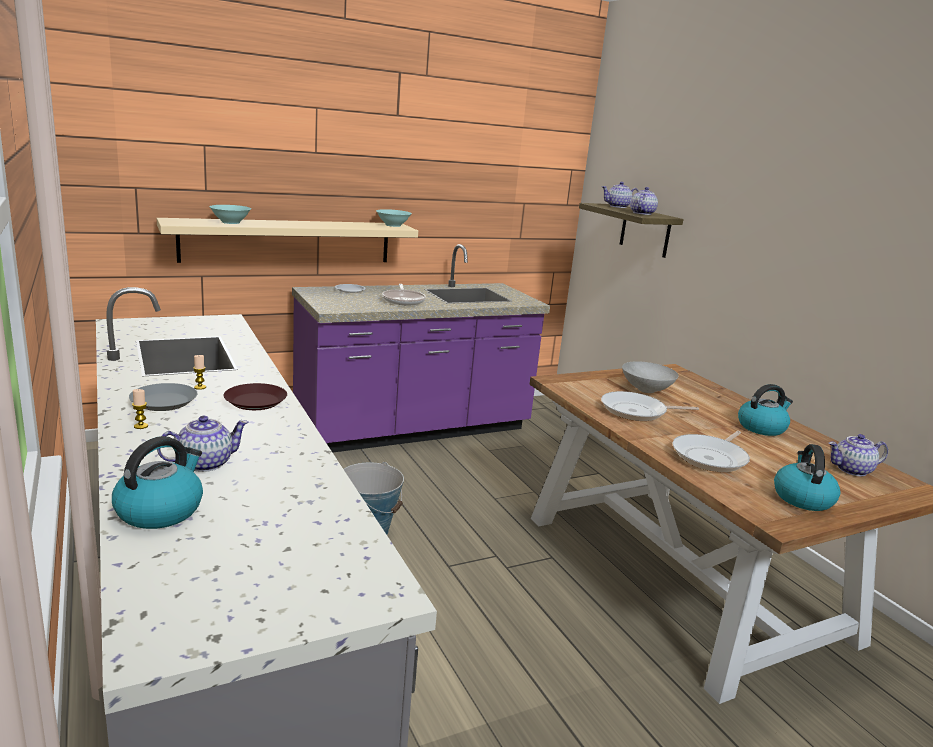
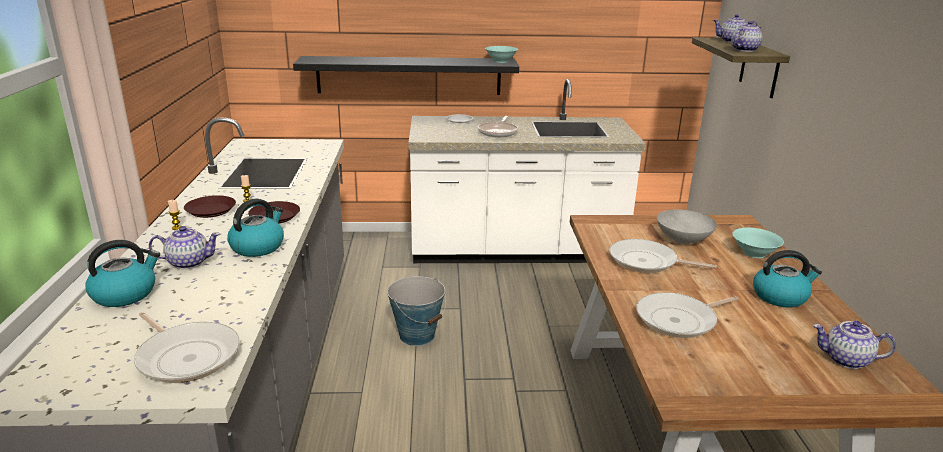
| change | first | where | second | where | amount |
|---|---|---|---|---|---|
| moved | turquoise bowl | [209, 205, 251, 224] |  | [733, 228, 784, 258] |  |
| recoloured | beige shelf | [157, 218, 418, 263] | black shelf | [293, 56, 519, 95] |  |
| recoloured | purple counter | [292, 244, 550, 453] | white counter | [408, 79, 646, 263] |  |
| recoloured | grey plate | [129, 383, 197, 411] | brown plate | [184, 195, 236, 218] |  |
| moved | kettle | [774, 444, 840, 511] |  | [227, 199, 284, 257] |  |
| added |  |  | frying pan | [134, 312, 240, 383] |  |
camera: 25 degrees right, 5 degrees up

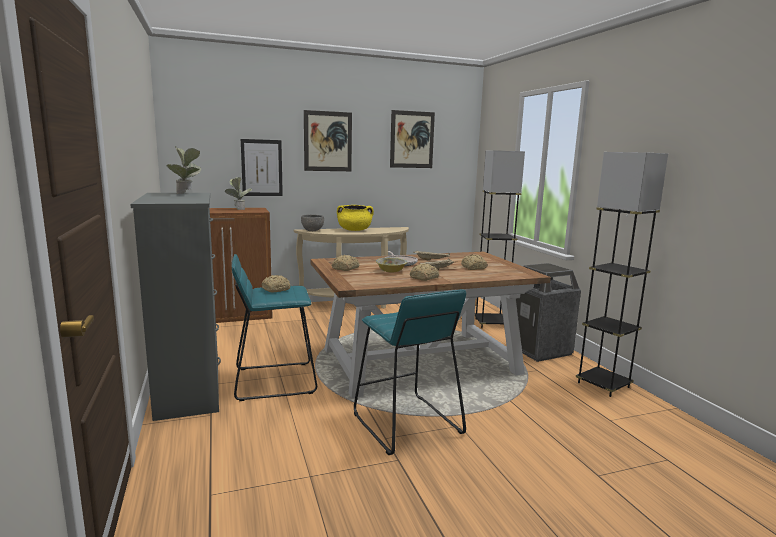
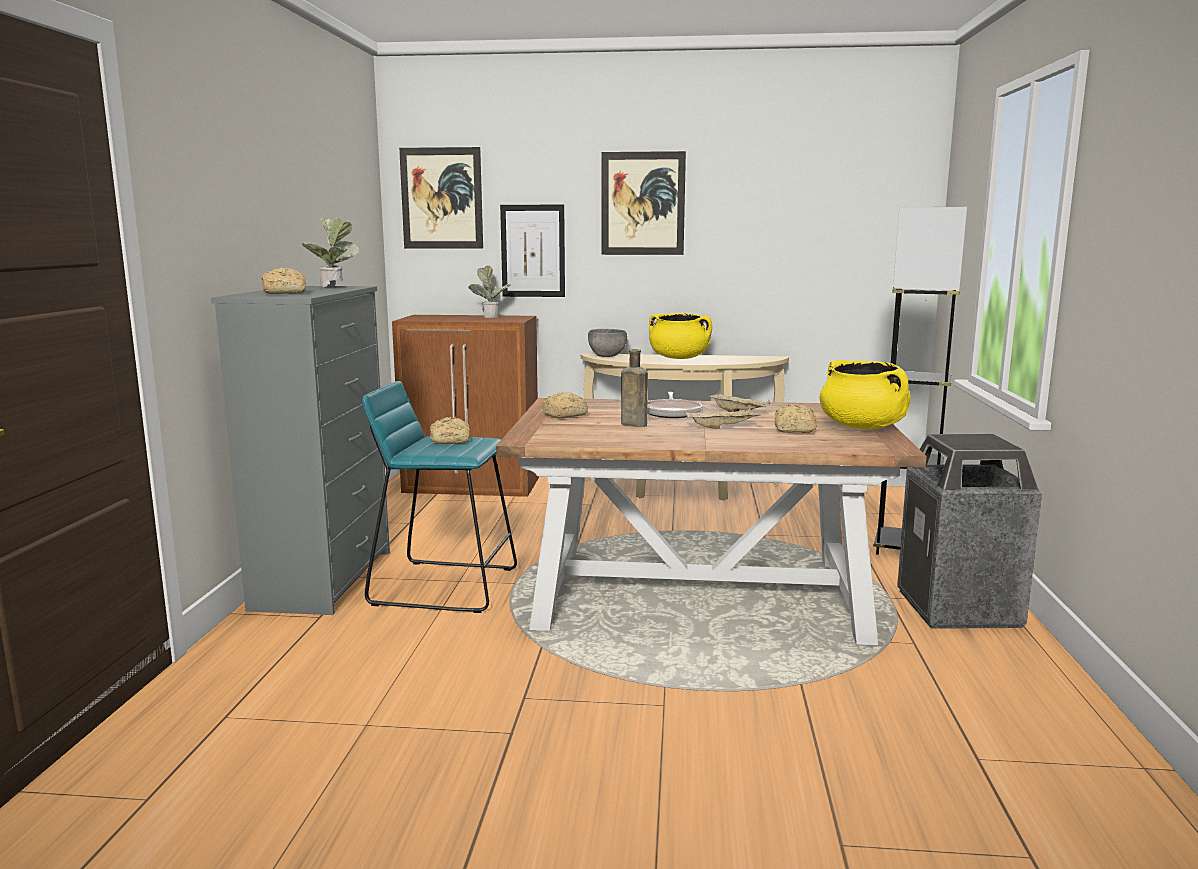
| change | first | where | second | where | amount |
|---|---|---|---|---|---|
| moved | picture | [390, 110, 435, 168] |  | [399, 147, 483, 249] |  |
| removed | grey floor lamp | [576, 152, 668, 397] |  |  |  |
| replaced | bowl | [376, 257, 407, 273] | brown bottle | [621, 349, 648, 427] |  |
| moved | bread | [410, 263, 439, 281] |  | [261, 268, 306, 294] |  |
| removed | turquoise stool | [354, 289, 466, 455] |  |  |  |
| added |  |  | yellow cooking pot | [820, 360, 911, 429] |  |
camera: 25 degrees right, 0 degrees up

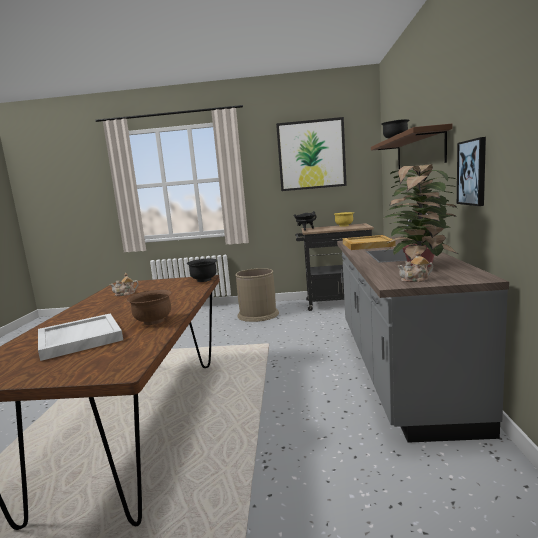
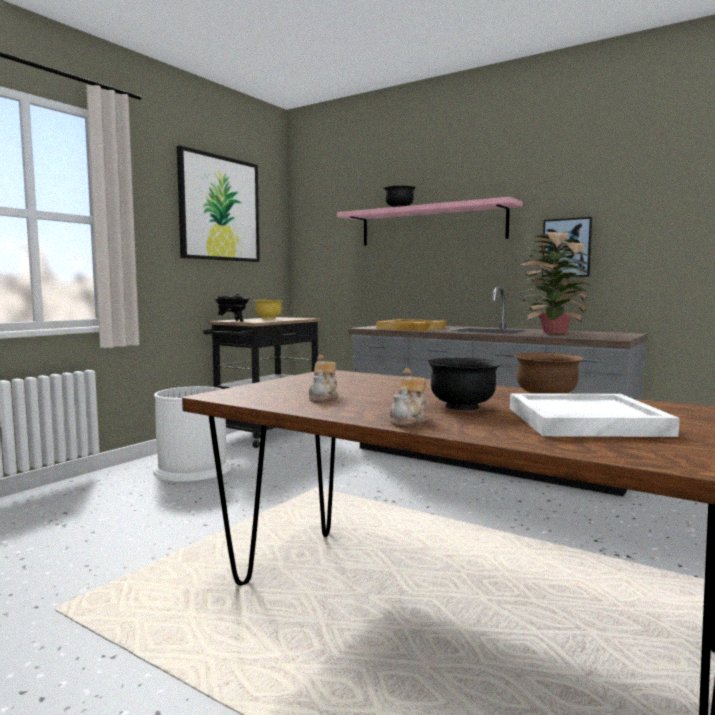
| change | first | where | second | where | amount |
|---|---|---|---|---|---|
| recoloured | brown shelf | [371, 124, 452, 169] | pink shelf | [337, 197, 523, 246] |  |
| moved | teapot | [398, 251, 433, 282] |  | [390, 368, 428, 425] |  |
| moved | black bowl | [187, 259, 218, 282] |  | [427, 358, 502, 410] |  |
| recoloured | brown trash can | [235, 268, 279, 322] | white trash can | [153, 386, 231, 482] |  |
camera: 60 degrees left, 5 degrees down

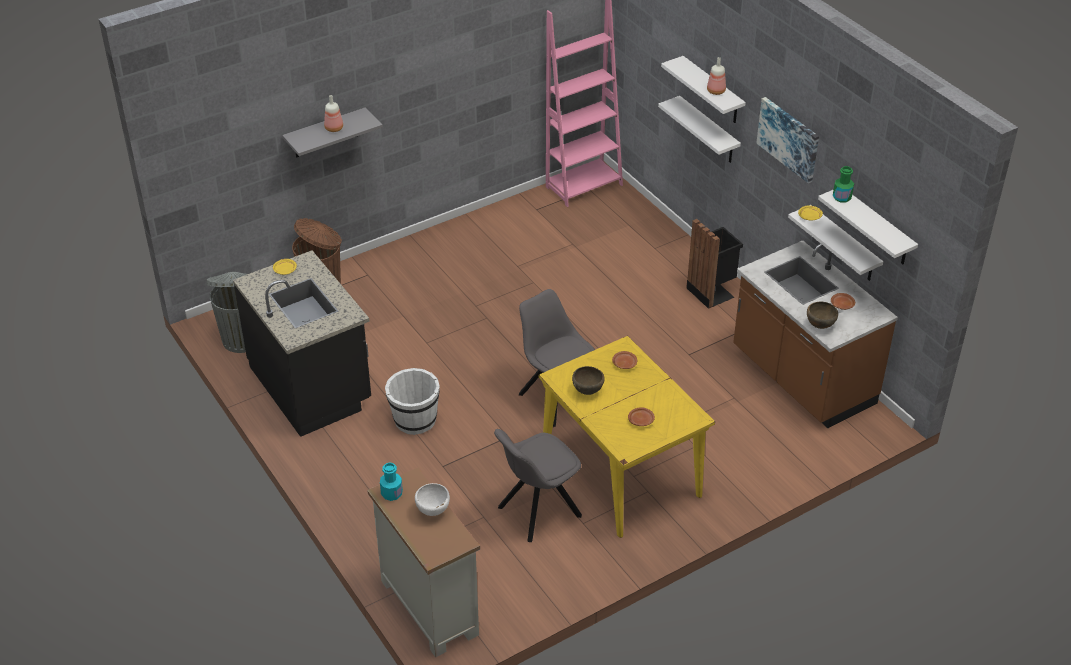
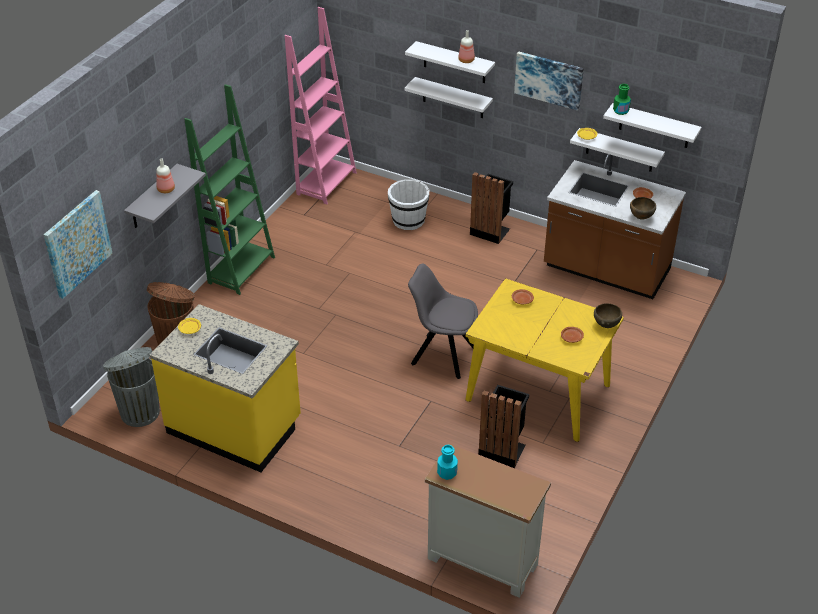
| change | first | where | second | where | amount |
|---|---|---|---|---|---|
| recoloured | black counter | [233, 251, 371, 437] | yellow counter | [150, 304, 301, 472] |  |
| moved | brown bowl | [572, 366, 605, 395] |  | [594, 303, 622, 328] |  |
| moved | white bucket | [385, 368, 440, 435] |  | [388, 179, 429, 230] |  |
| replaced | grey chair | [494, 429, 582, 542] | black trash can | [478, 385, 529, 468] |  |
| removed | white bowl | [415, 483, 450, 516] |  |  |  |
| added |  |  | green bookcase | [184, 84, 275, 295] |  |
| added |  |  | picture | [44, 190, 113, 299] |  |
camera: 30 degrees left, 0 degrees up

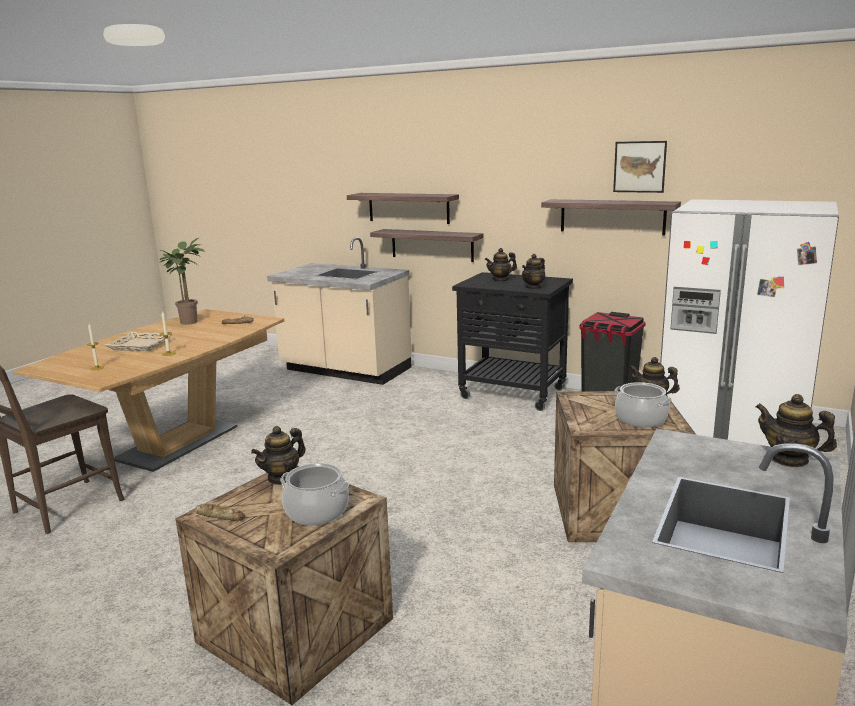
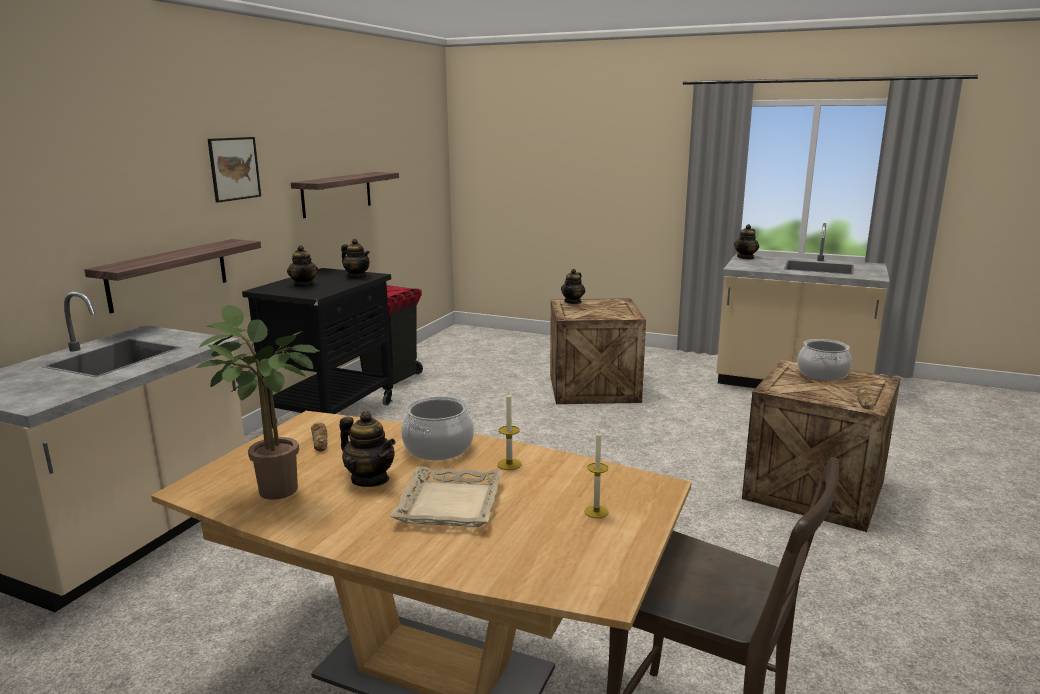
| change | first | where | second | where | amount |
|---|---|---|---|---|---|
| moved | picture | [613, 141, 667, 193] |  | [208, 137, 261, 203] |  |
| removed | shelf | [347, 193, 459, 224] |  |  |  |
| removed | white fridge | [660, 199, 839, 447] |  |  |  |
| moved | cooking pot | [615, 382, 672, 427] |  | [401, 396, 474, 460] |  |
| moved | teapot | [251, 426, 306, 485] |  | [339, 411, 396, 487] |  |
camera: 95 degrees left, 0 degrees up

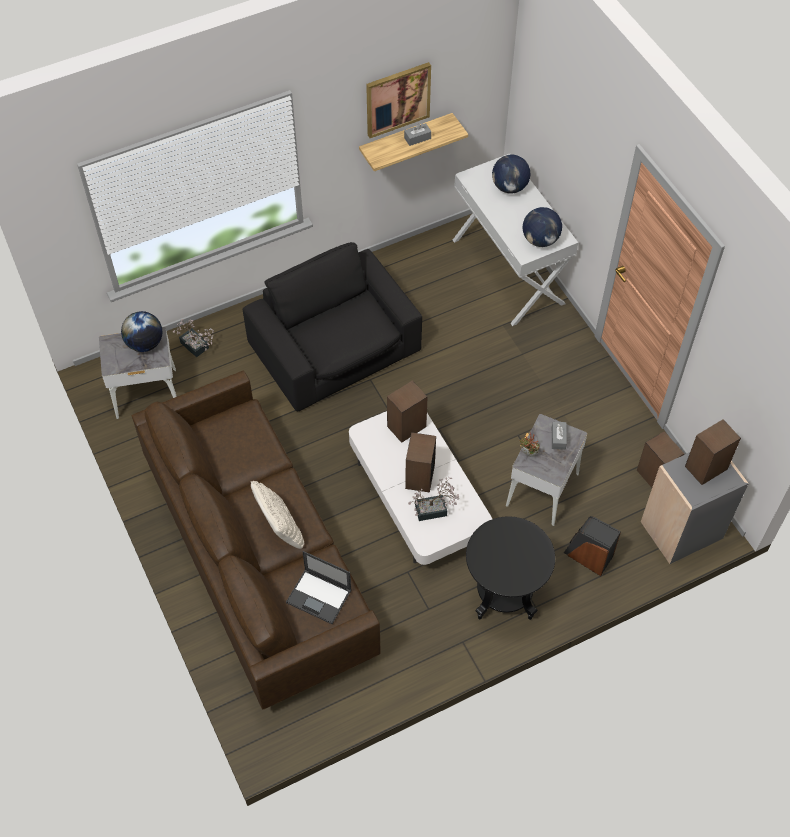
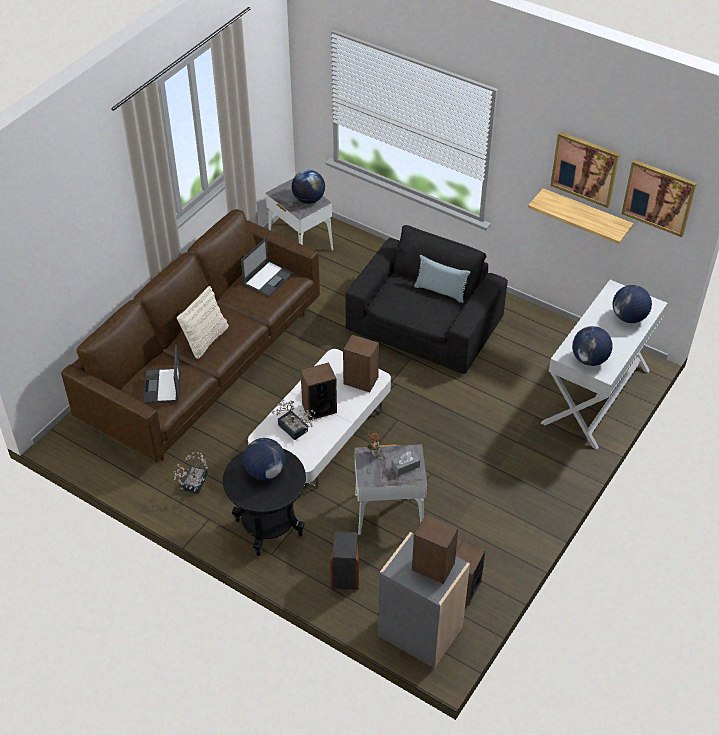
| change | first | where | second | where | amount |
|---|---|---|---|---|---|
| removed | grey tissue box | [404, 123, 431, 146] |  |  |  |
| moved | potted plant | [172, 319, 214, 357] |  | [174, 452, 208, 494] |  |
| added |  |  | picture | [621, 160, 697, 237] |  |
| added |  |  | laptop | [241, 237, 293, 297] |  |
| added |  |  | blue pillow | [414, 255, 470, 303] |  |
| added |  |  | globe | [243, 438, 285, 480] |  |
camera: 60 degrees right, 10 degrees down

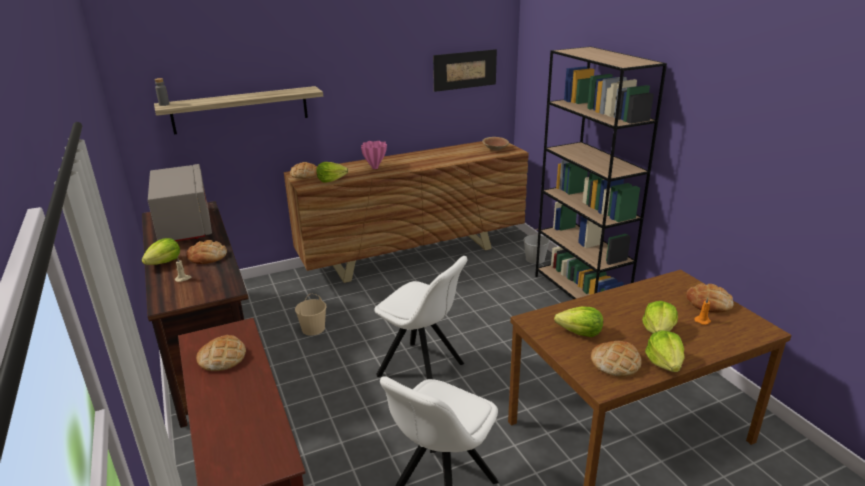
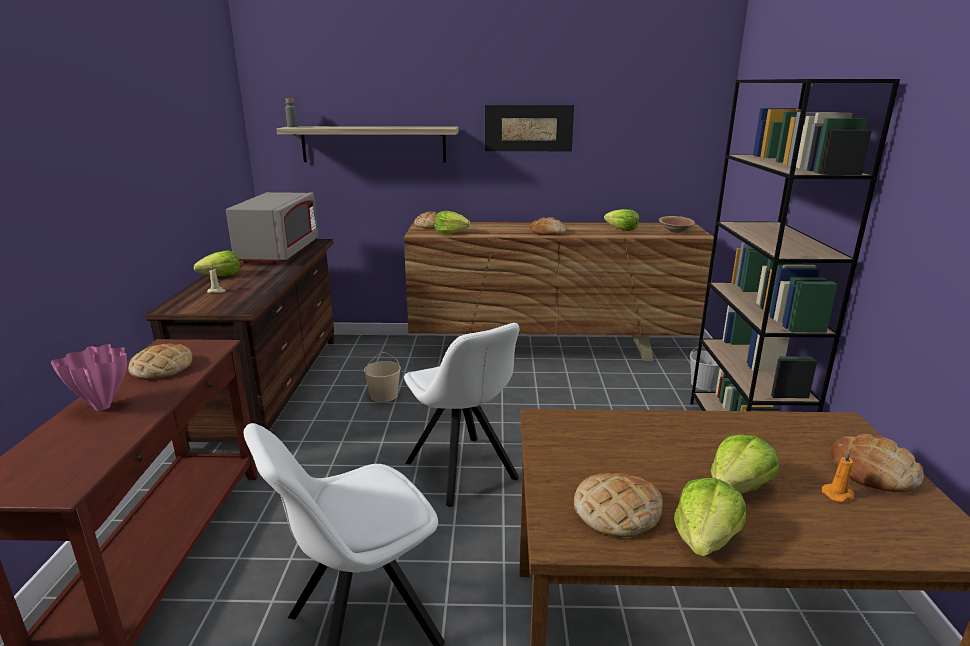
| change | first | where | second | where | amount |
|---|---|---|---|---|---|
| moved | picture | [433, 49, 497, 92] |  | [485, 105, 574, 151] |  |
| moved | pink vase | [361, 141, 387, 169] |  | [51, 344, 127, 411] |  |
| moved | bread | [187, 240, 227, 264] |  | [530, 217, 566, 235] |  |
| moved | lettuce | [554, 307, 603, 337] |  | [604, 209, 639, 231] |  |
camera: 25 degrees right, 5 degrees down

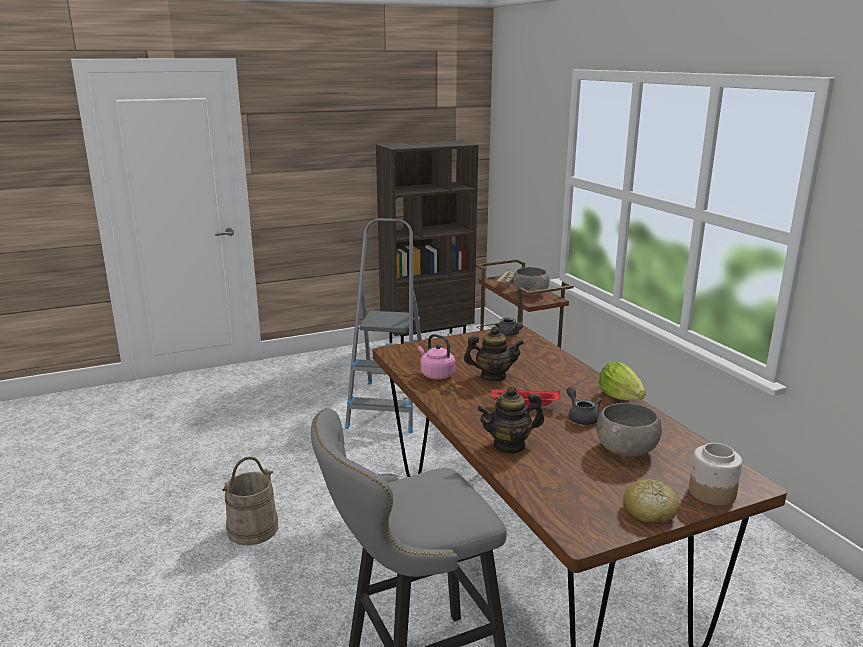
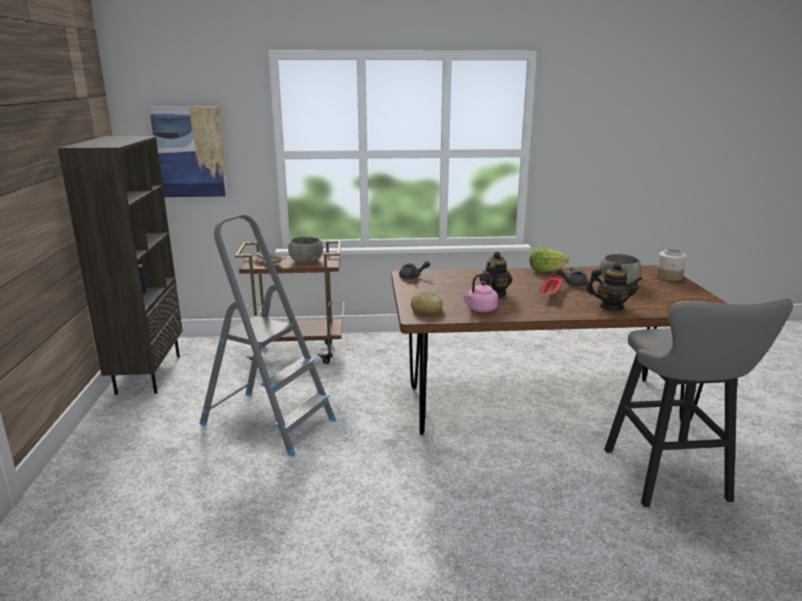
| change | first | where | second | where | amount |
|---|---|---|---|---|---|
| turned | teapot | [477, 386, 544, 454] |  | [586, 262, 643, 310] | 75 degrees counterclockwise |
| removed | beige bucket | [222, 457, 278, 545] |  |  |  |
| moved | bread | [623, 479, 679, 523] |  | [411, 291, 443, 315] |  |
| added |  |  | picture | [149, 106, 228, 197] |  |
camera: 70 degrees left, 0 degrees up

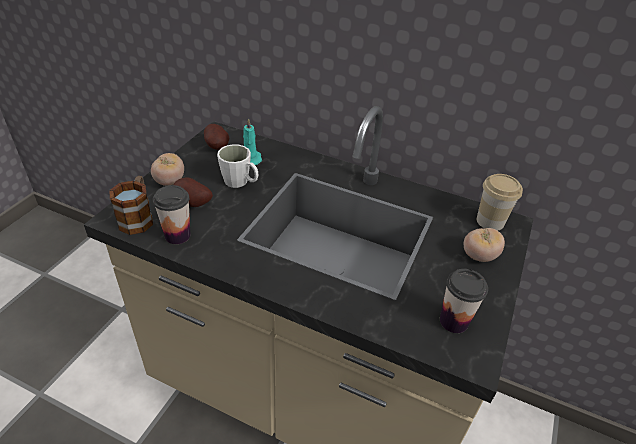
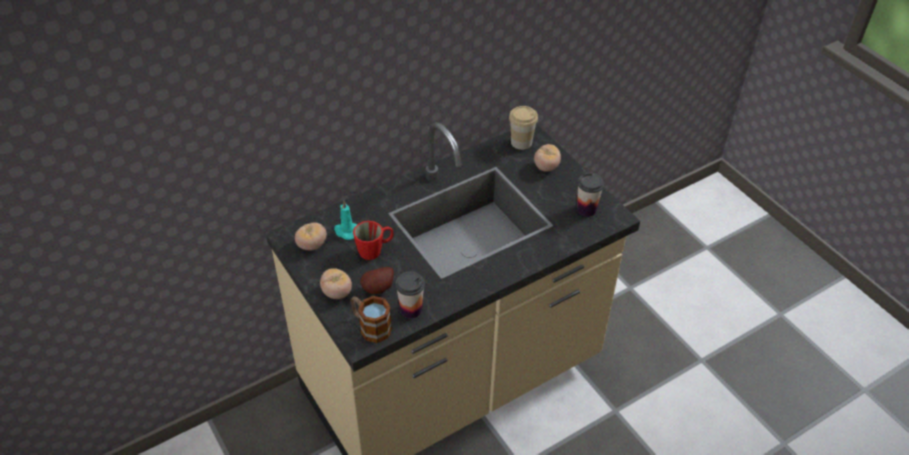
| change | first | where | second | where | amount |
|---|---|---|---|---|---|
| replaced | potato | [204, 124, 229, 150] | tomato | [295, 222, 327, 250] |  |
| recoloured | white mug | [217, 144, 258, 188] | red mug | [353, 221, 394, 260] |  |
camera: 55 degrees left, 5 degrees up

